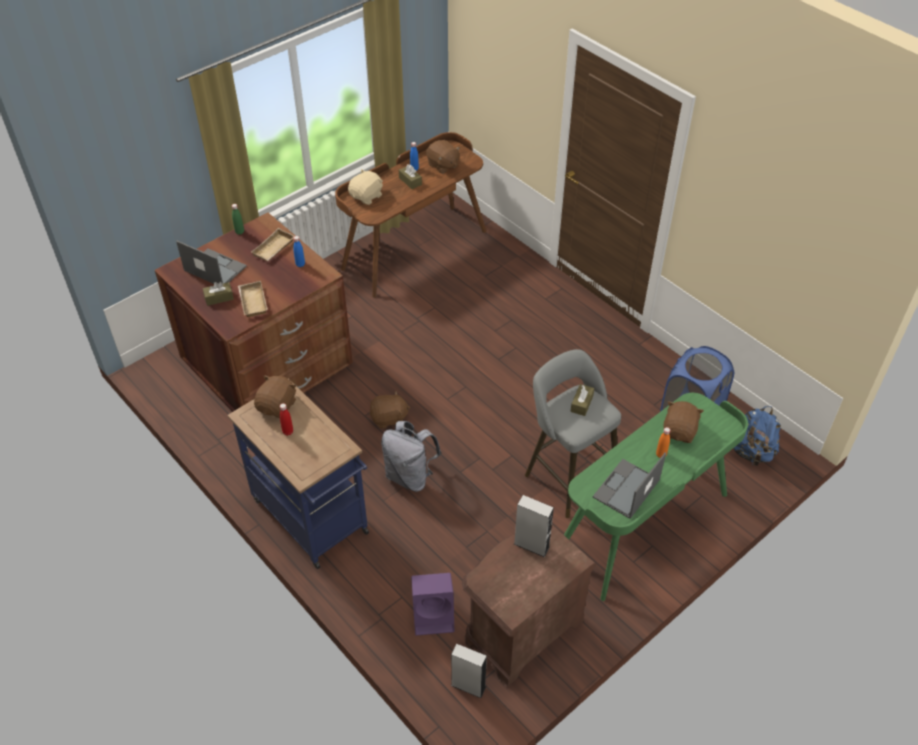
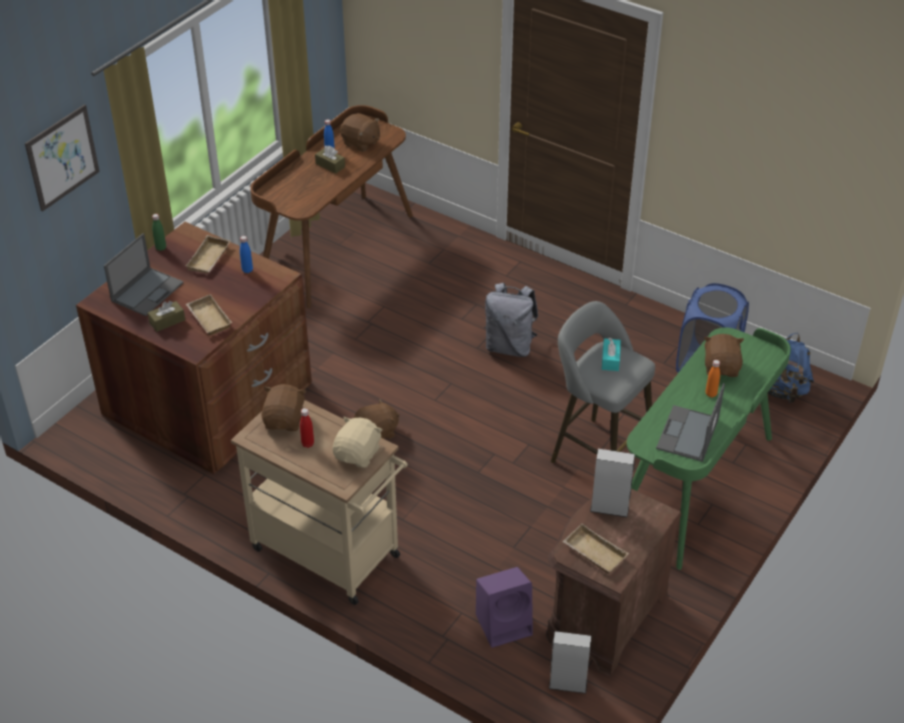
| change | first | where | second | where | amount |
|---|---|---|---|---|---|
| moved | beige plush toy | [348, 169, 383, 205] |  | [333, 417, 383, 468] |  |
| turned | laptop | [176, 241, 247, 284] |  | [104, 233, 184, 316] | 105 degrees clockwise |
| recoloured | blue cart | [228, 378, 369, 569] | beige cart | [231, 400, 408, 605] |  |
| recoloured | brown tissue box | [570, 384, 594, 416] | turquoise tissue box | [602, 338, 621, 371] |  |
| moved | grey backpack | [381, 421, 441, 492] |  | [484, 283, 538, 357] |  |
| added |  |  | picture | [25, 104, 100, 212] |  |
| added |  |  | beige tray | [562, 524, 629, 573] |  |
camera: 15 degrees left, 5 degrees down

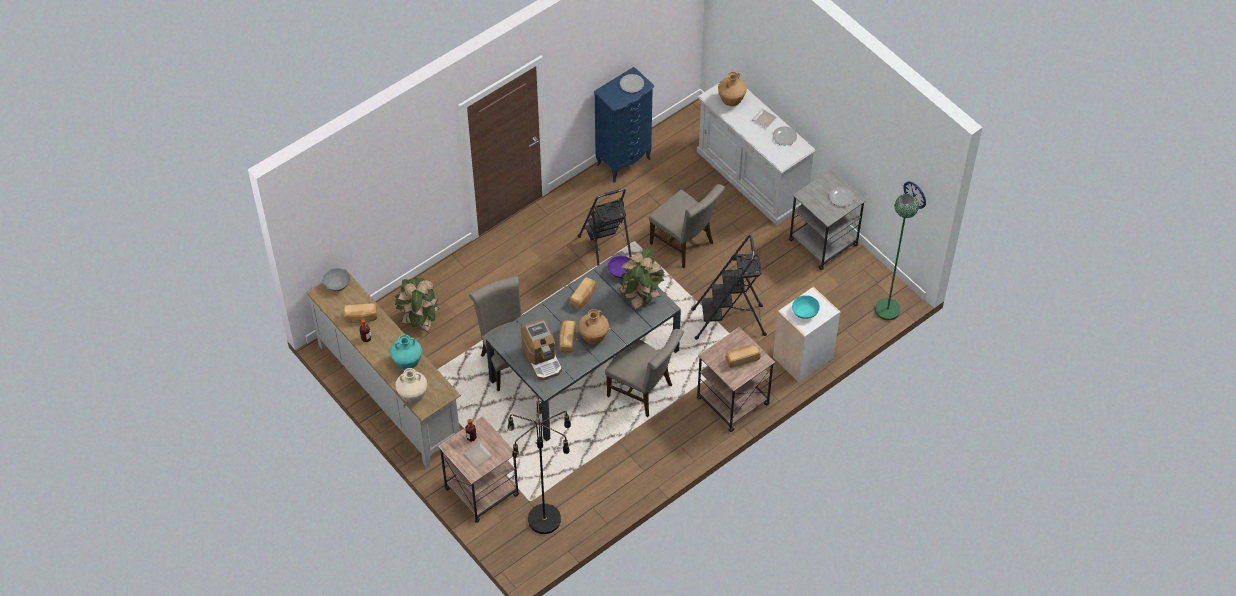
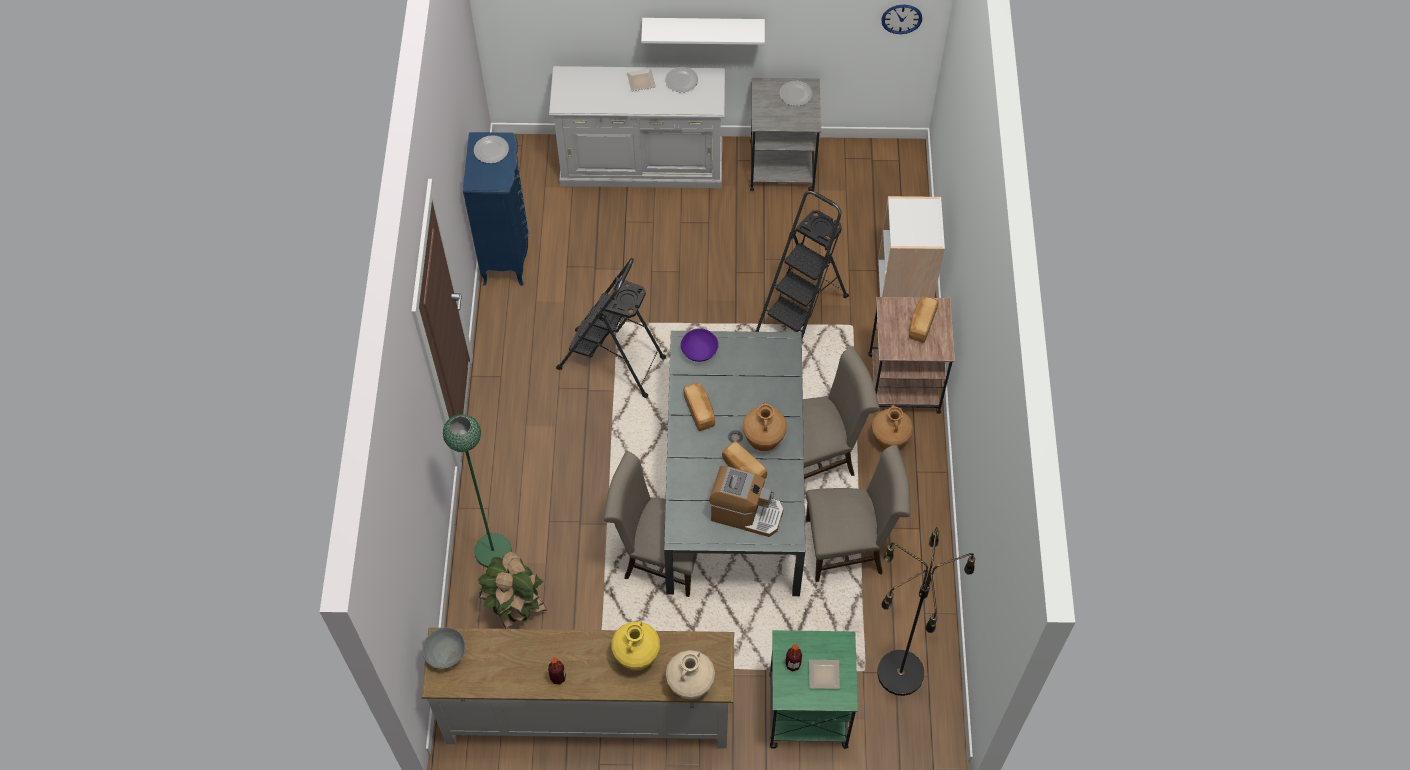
| change | first | where | second | where | amount |
|---|---|---|---|---|---|
| moved | brown vase | [718, 71, 747, 106] |  | [872, 405, 913, 449] |  |
| moved | beige chair | [649, 184, 725, 268] |  | [806, 445, 911, 582] |  |
| moved | green floor lamp | [875, 194, 919, 320] |  | [443, 414, 512, 568] |  |
| removed | potted plant | [619, 248, 665, 311] |  |  |  |
| removed | turquoise bowl | [792, 295, 820, 319] |  |  |  |
| removed | bread | [343, 304, 377, 323] |  |  |  |
| recoloured | turquoise vase | [390, 334, 422, 370] | yellow vase | [612, 621, 660, 670] |  |
| recoloured | brown cart | [438, 416, 519, 523] | green cart | [769, 630, 858, 749] |  |
| added |  |  | white shelf | [641, 18, 765, 45] |  |
camera: 50 degrees left, 5 degrees up

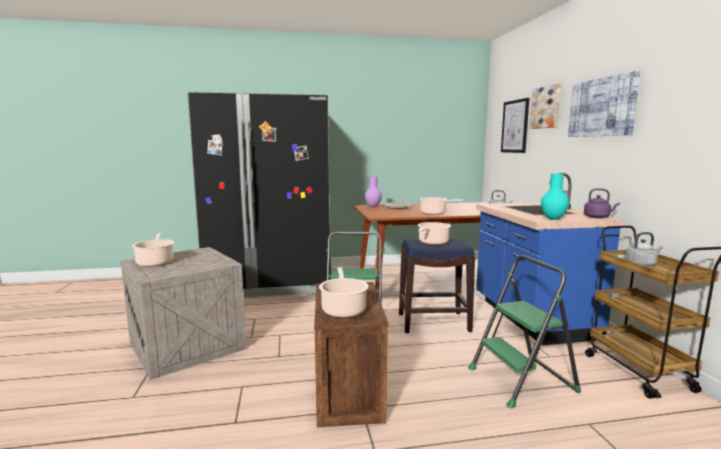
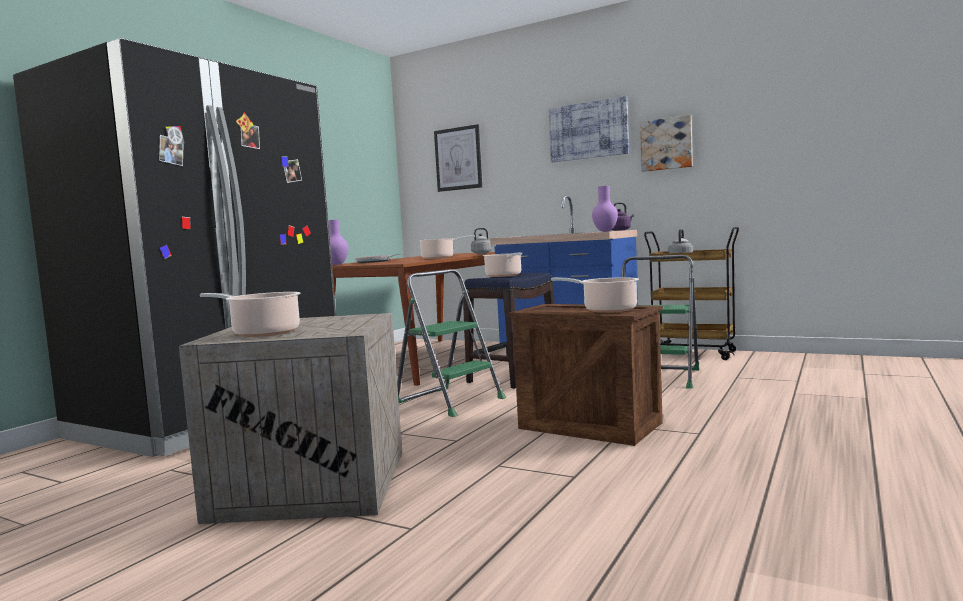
| change | first | where | second | where | amount |
|---|---|---|---|---|---|
| moved | picture | [529, 84, 561, 129] |  | [640, 115, 693, 172] |  |
| recoloured | turquoise vase | [541, 174, 569, 220] | purple vase | [592, 186, 618, 232] |  |
camera: 50 degrees left, 5 degrees down

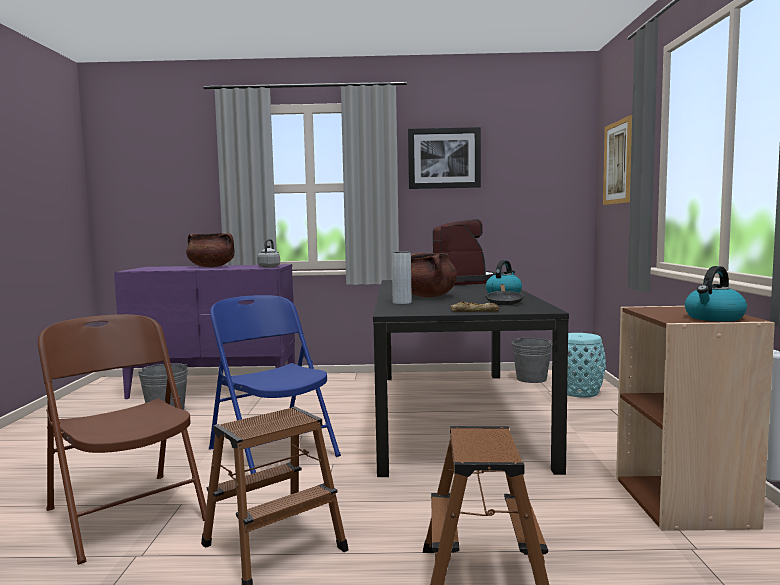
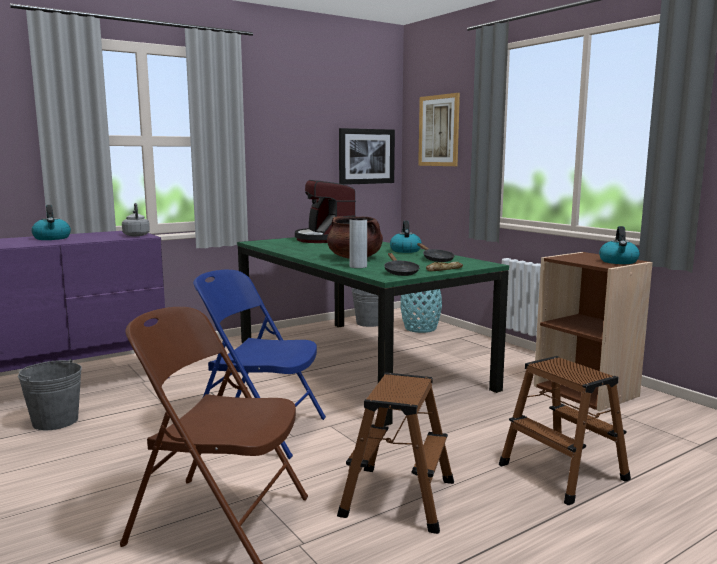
| change | first | where | second | where | amount |
|---|---|---|---|---|---|
| moved | picture | [408, 127, 481, 189] |  | [339, 128, 395, 185] |  |
| turned | coffee machine | [432, 219, 496, 285] |  | [295, 180, 356, 243] | 150 degrees counterclockwise |
| replaced | brown cooking pot | [186, 233, 235, 267] | kettle | [32, 205, 71, 240] |  |
| recoloured | black dining table | [373, 280, 569, 477] | green dining table | [237, 237, 509, 426] |  |
| added |  |  | black frying pan | [384, 253, 420, 276] |  |
camera: 35 degrees left, 5 degrees up

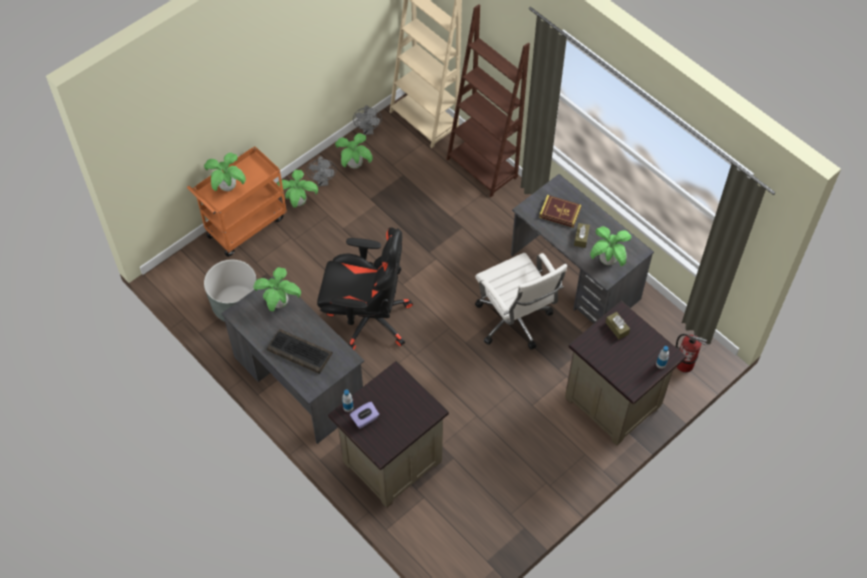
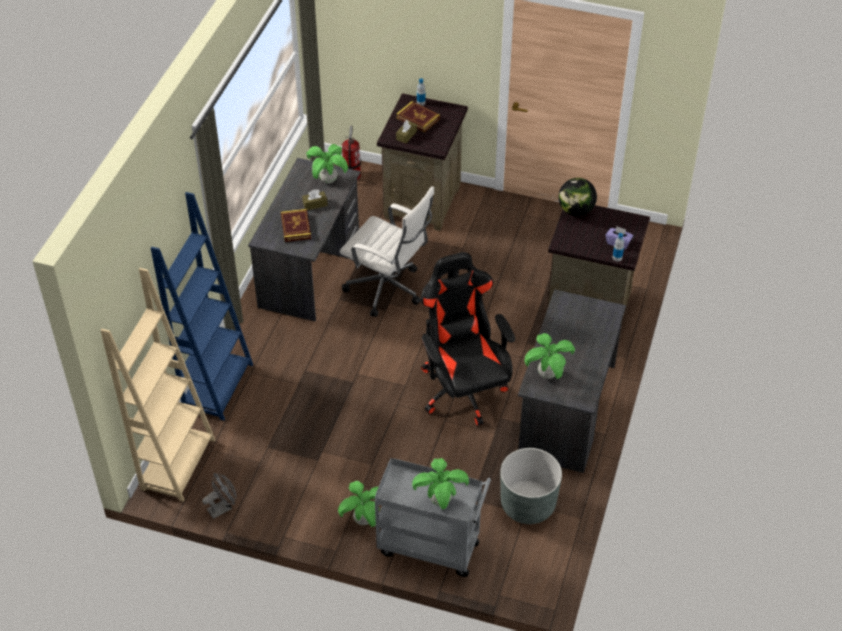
| change | first | where | second | where | amount |
|---|---|---|---|---|---|
| recoloured | brown bookcase | [446, 4, 530, 198] | blue bookcase | [151, 192, 253, 421] |  |
| removed | potted plant | [335, 133, 373, 169] |  |  |  |
| recoloured | orange cart | [187, 146, 287, 257] | grey cart | [375, 458, 491, 577] |  |
| removed | grey fan | [306, 156, 337, 186] |  |  |  |
| turned | white office chair | [475, 253, 567, 350] |  | [340, 186, 434, 317] | 90 degrees clockwise |
| removed | keyboard | [267, 329, 333, 374] |  |  |  |
| added |  |  | book | [396, 101, 440, 132] |  |
| added |  |  | globe | [558, 178, 597, 216] |  |
camera: 120 degrees left, 10 degrees down

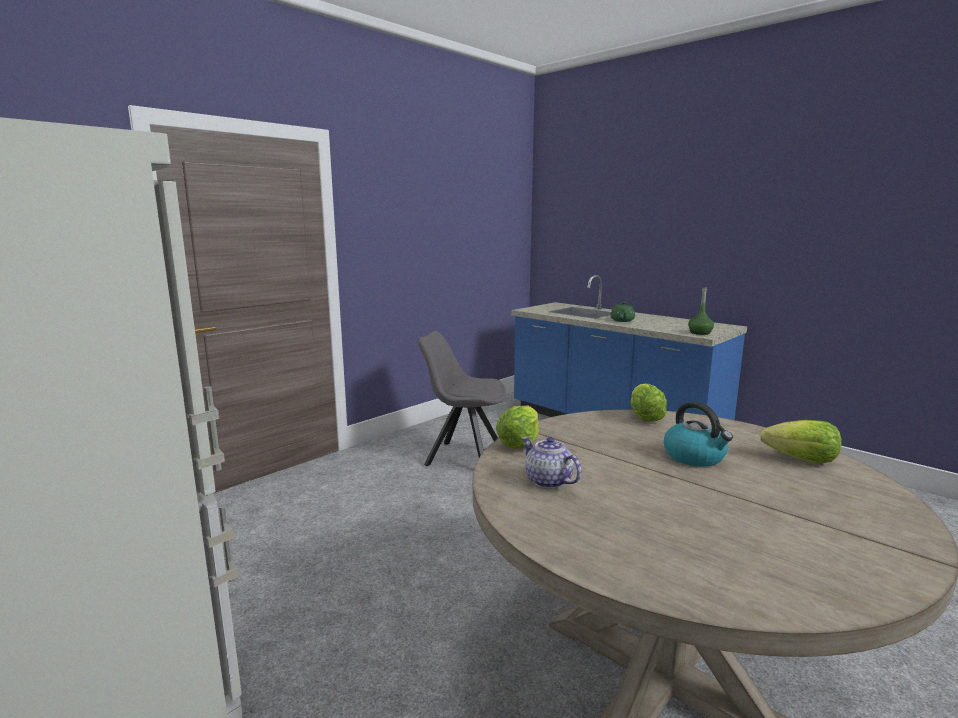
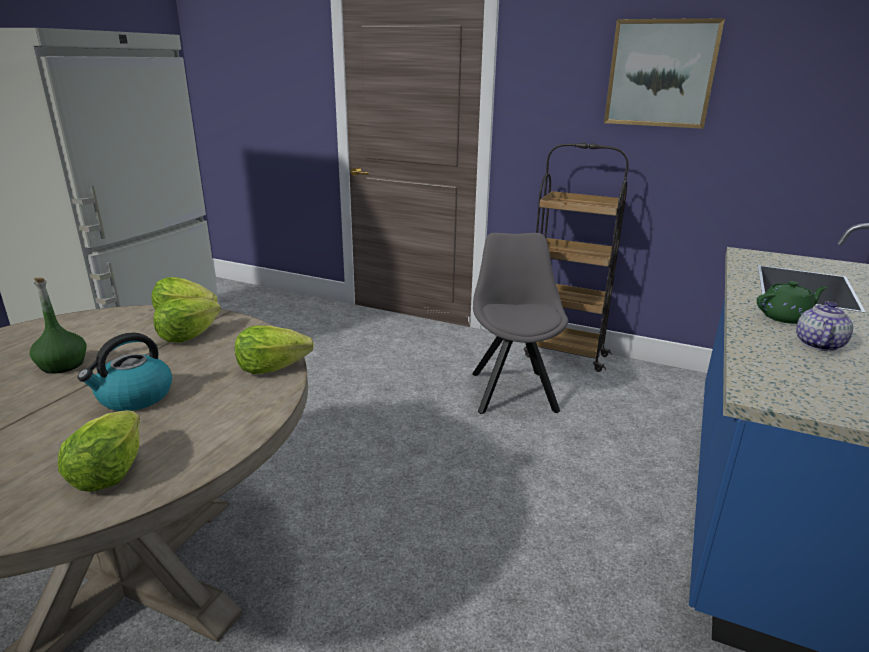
| change | first | where | second | where | amount |
|---|---|---|---|---|---|
| moved | green bottle | [688, 287, 714, 335] |  | [29, 277, 87, 374] |  |
| moved | teapot | [522, 437, 582, 489] |  | [796, 301, 853, 351] |  |
| added |  |  | picture | [604, 18, 725, 129] |  |
| added |  |  | brown cart | [524, 143, 629, 372] |  |
| added |  |  | lettuce | [153, 298, 221, 343] |  |
camera: 70 degrees right, 10 degrees up

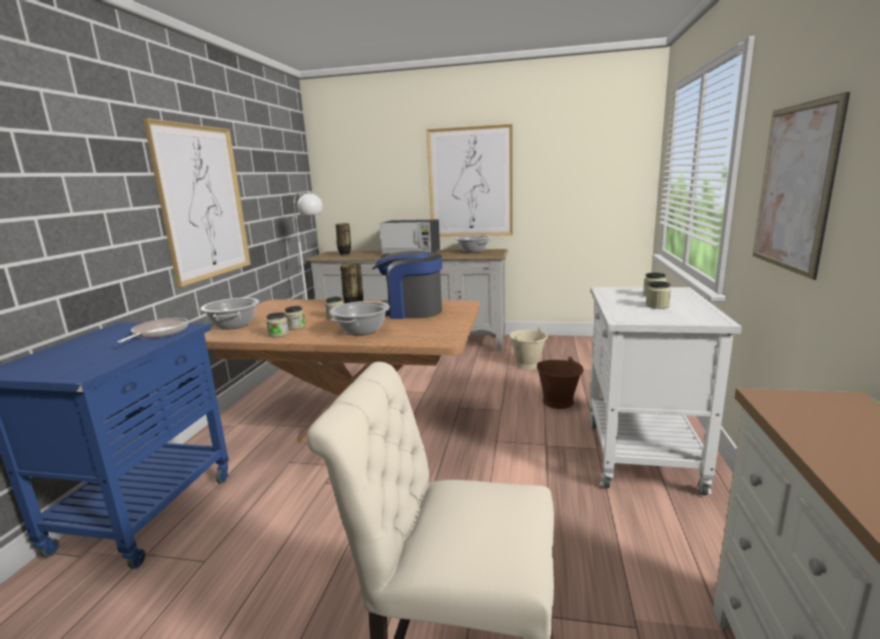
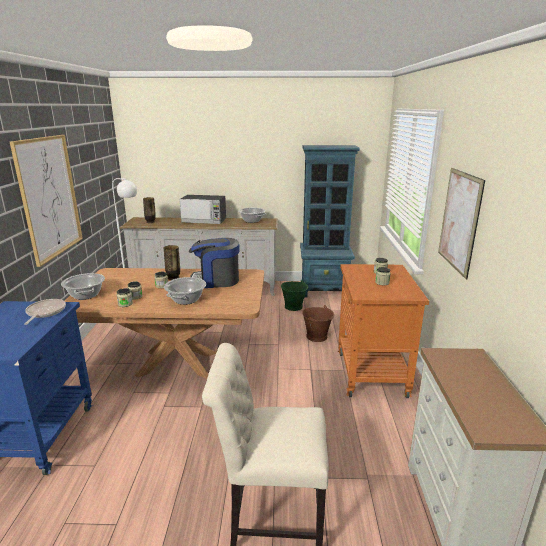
| change | first | where | second | where | amount |
|---|---|---|---|---|---|
| removed | picture | [426, 124, 513, 237] |  |  |  |
| recoloured | white cart | [588, 287, 742, 495] | orange cart | [338, 264, 429, 398] |  |
| recoloured | beige bucket | [510, 328, 548, 370] | green bucket | [281, 280, 308, 311] |  |
| added |  |  | blue cabinet | [300, 145, 360, 298] |  |
camera: 10 degrees left, 5 degrees up

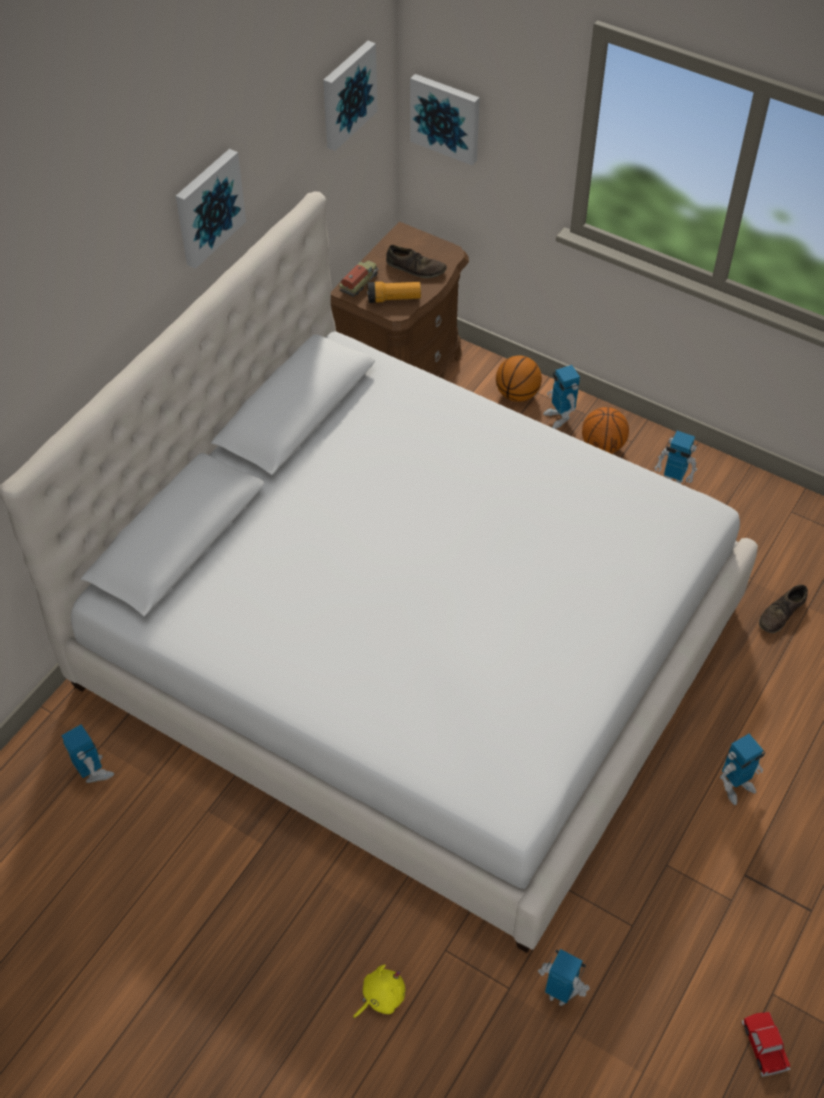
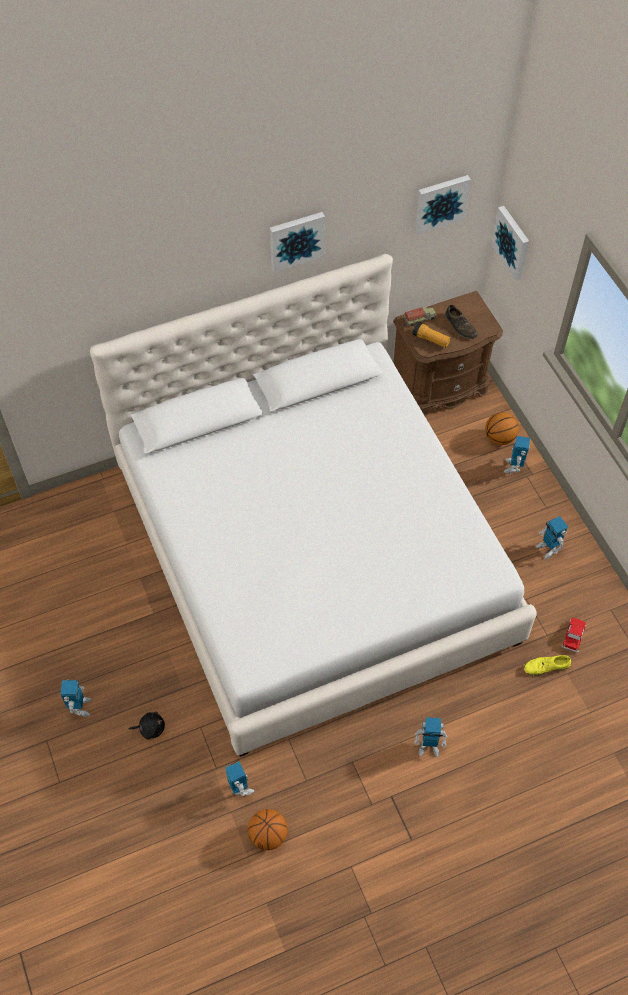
| change | first | where | second | where | amount |
|---|---|---|---|---|---|
| moved | basketball | [582, 407, 629, 454] |  | [248, 809, 287, 850] |  |
| recoloured | brown shoe | [759, 585, 808, 633] | yellow shoe | [524, 655, 571, 676] |  |
| moved | toy robot | [61, 724, 114, 783] |  | [61, 680, 92, 716] |  |
| recoloured | yellow plush toy | [353, 965, 405, 1018] | black plush toy | [129, 712, 165, 740] |  |
| moved | toy car | [741, 1012, 790, 1077] |  | [561, 618, 586, 653] |  |
camera: 35 degrees right, 5 degrees up

